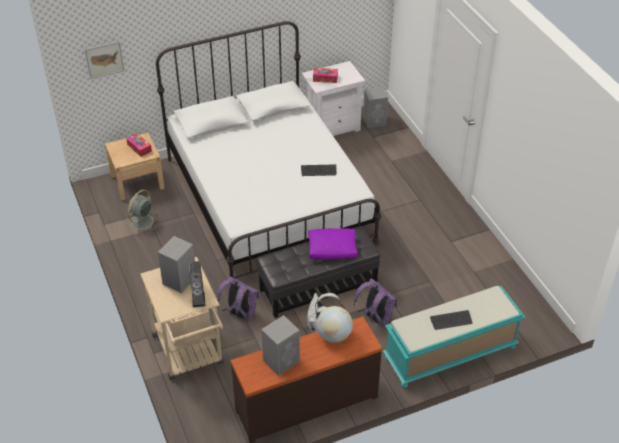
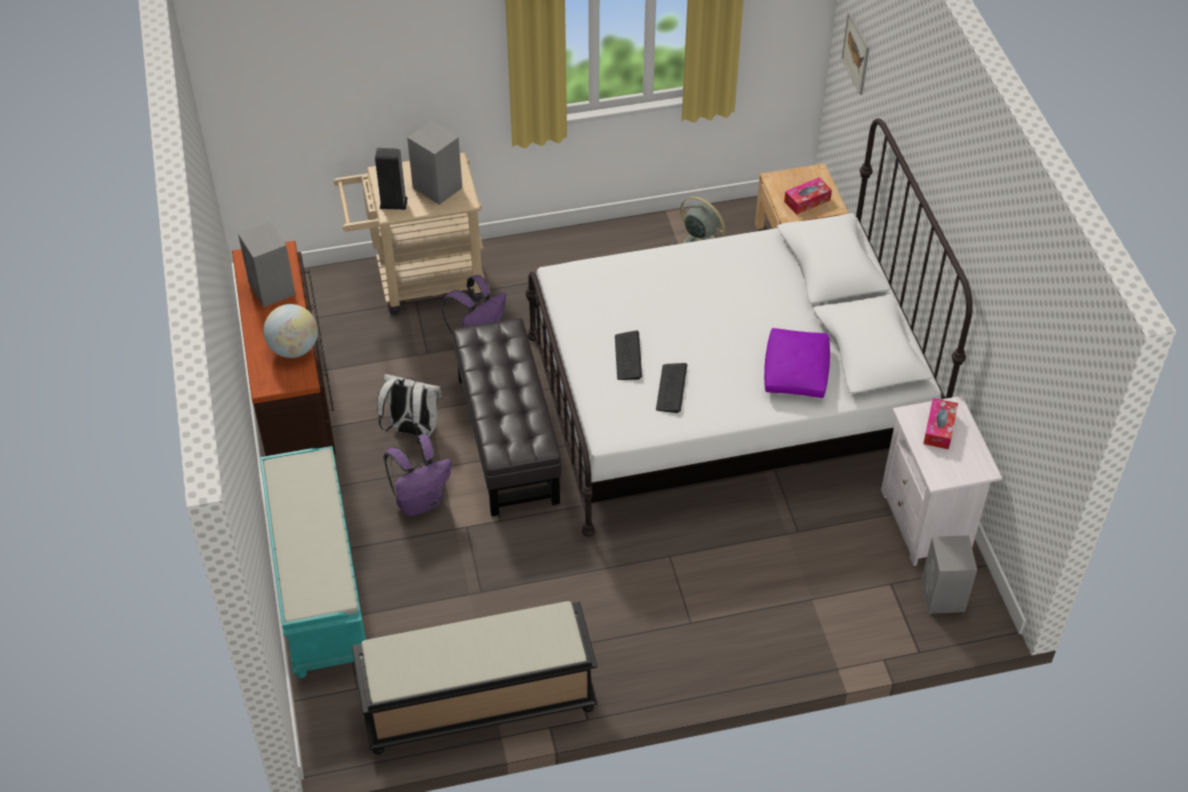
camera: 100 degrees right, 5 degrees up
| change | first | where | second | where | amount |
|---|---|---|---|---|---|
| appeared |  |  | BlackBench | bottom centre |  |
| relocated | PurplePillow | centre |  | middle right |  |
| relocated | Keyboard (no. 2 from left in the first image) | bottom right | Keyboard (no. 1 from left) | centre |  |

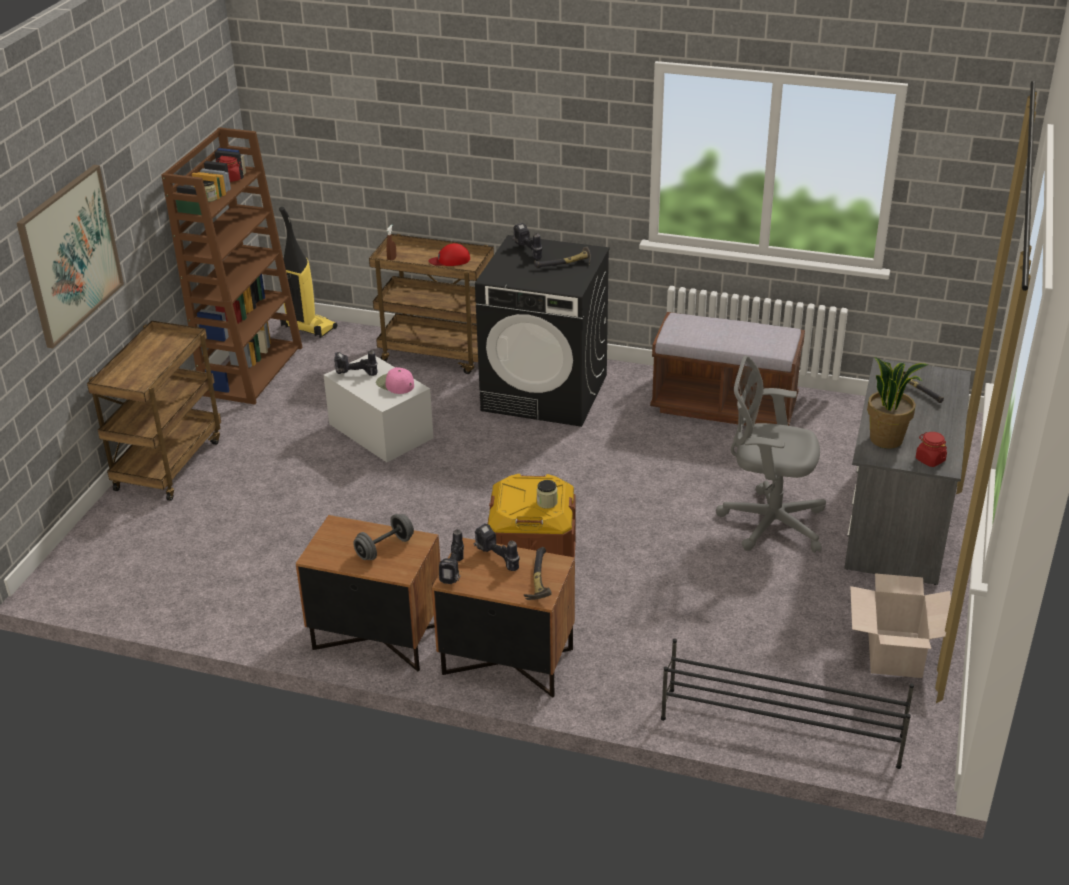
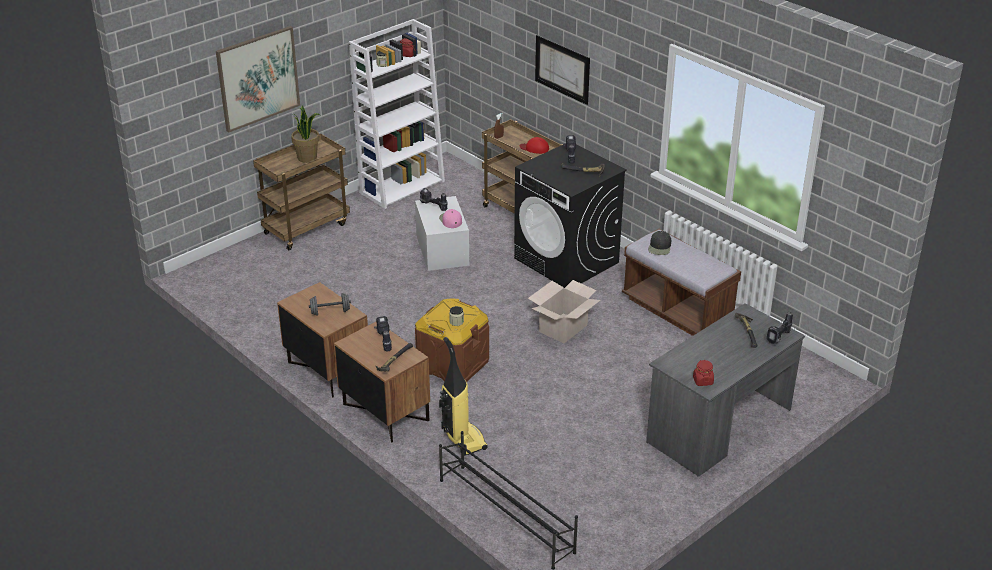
camera: 30 degrees right, 0 degrees up
| change | first | where | second | where | amount |
|---|---|---|---|---|---|
| missing | GreyOfficeChair | middle right |  |  |  |
| appeared |  |  | Picture (no. 2 from left) | top centre |  |
| appeared |  |  | BlackCap | centre |  |
| relocated | VacuumCleaner | top left |  | bottom centre |  |
| relocated | PowerDrill (no. 2 from left in the first image) | centre | PowerDrill (no. 4 from left) | middle right |  |
| relocated | CardboardBox | bottom right |  | centre |  |
| relocated | PottedPlant | middle right |  | top left |  |
| colour | BrownBookcase | top left | WhiteBookcase | top centre |  |

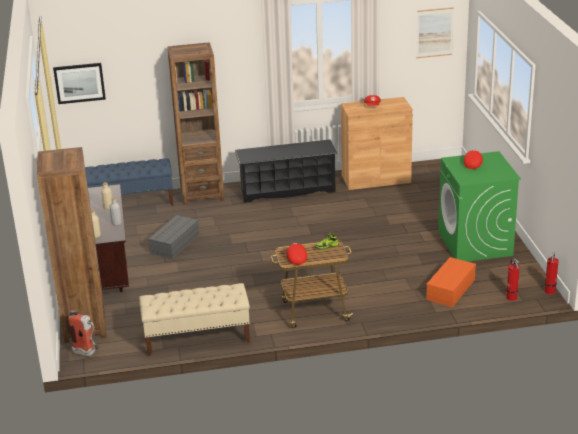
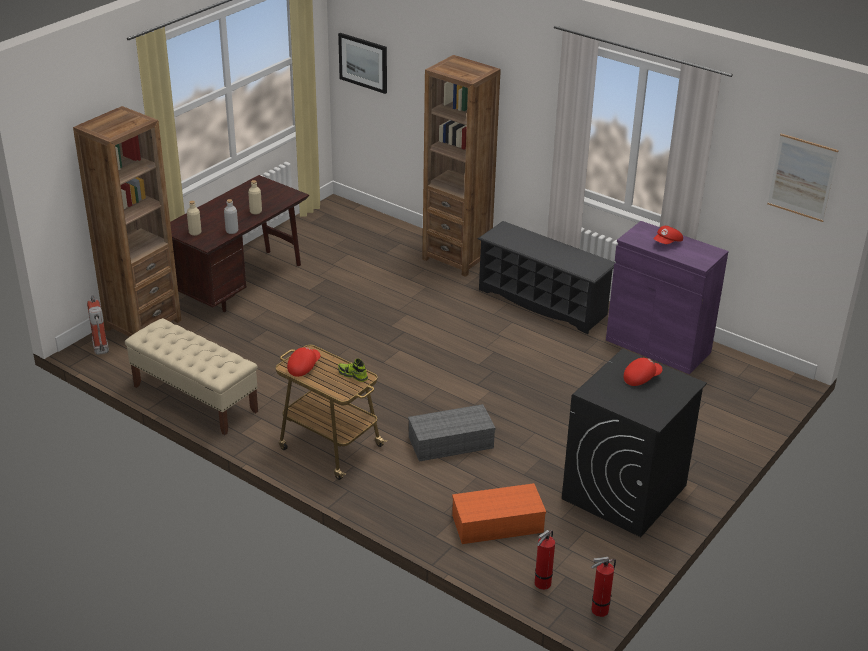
camera: 45 degrees right, 5 degrees up
| change | first | where | second | where | amount |
|---|---|---|---|---|---|
| missing | BlueBench | middle left |  |  |  |
| relocated | GreyStorageBox | middle left |  | centre |  |
| colour | BrownCabinet | top centre | PurpleCabinet | middle right |  |
| colour | GreenWashingMachine | middle right | BlackWashingMachine | bottom right |  |

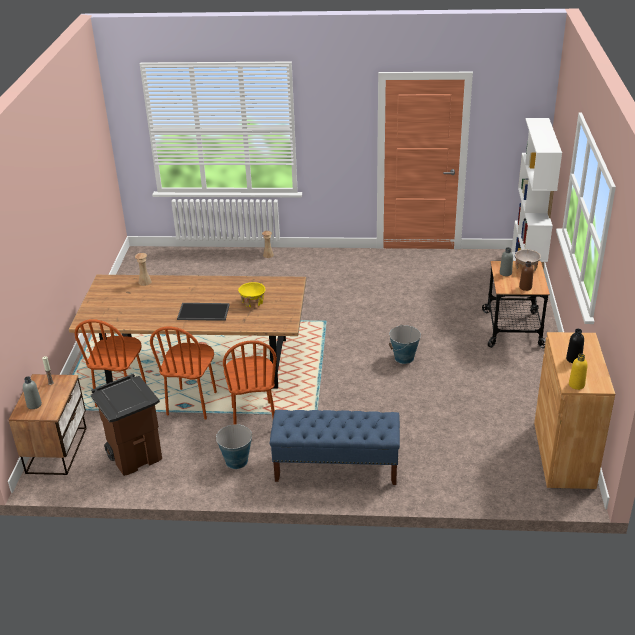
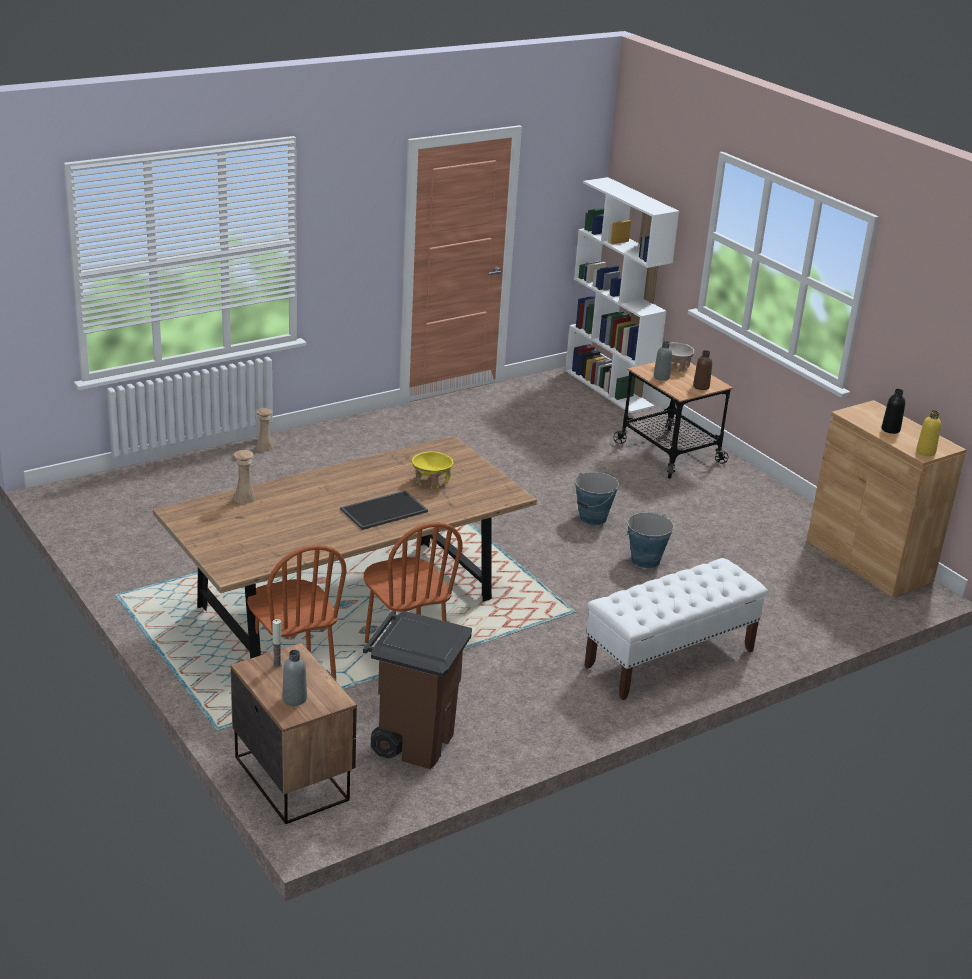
camera: 40 degrees left, 5 degrees down
| change | first | where | second | where | amount |
|---|---|---|---|---|---|
| missing | BrownChair (no. 3 from left) | centre |  |  |  |
| relocated | Bucket (no. 1 from left in the first image) | bottom centre | Bucket (no. 2 from left) | middle right |  |
| colour | BlueBench | bottom centre | WhiteBench | middle right |  |

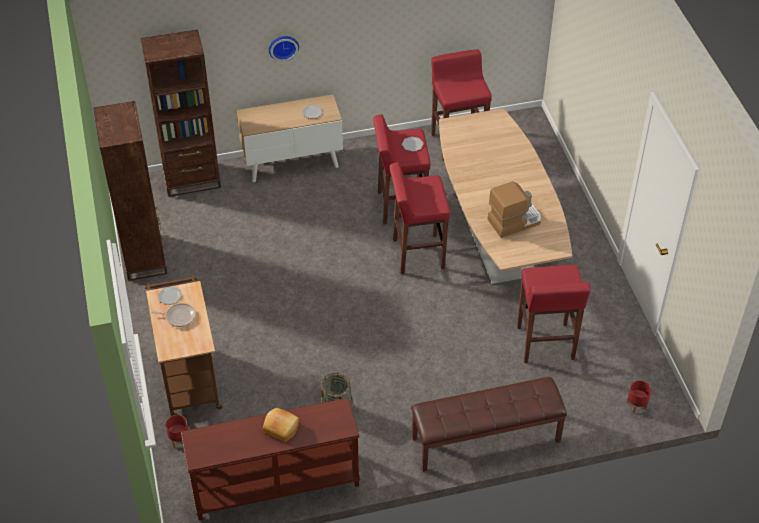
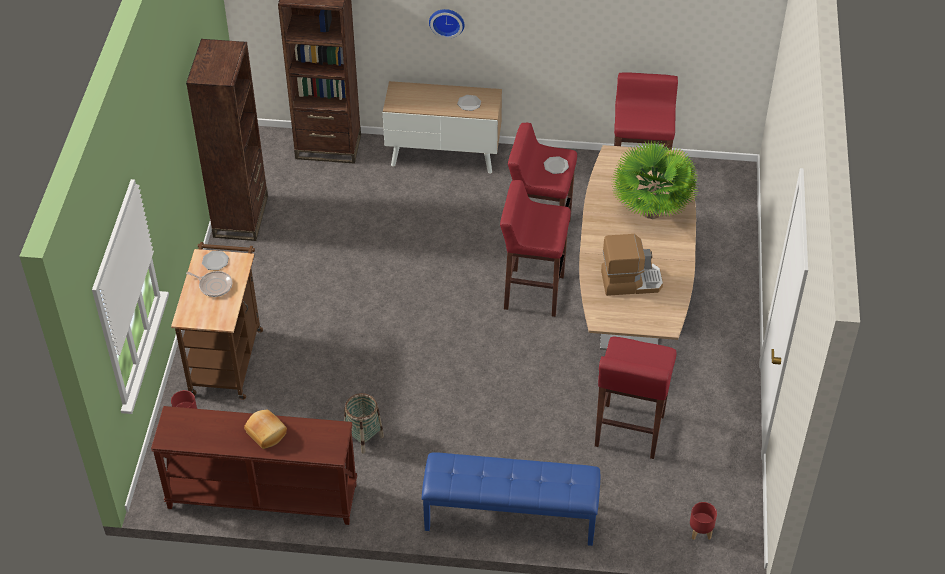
camera: 20 degrees right, 0 degrees up
| change | first | where | second | where | amount |
|---|---|---|---|---|---|
| appeared |  |  | PottedPlant | top right |  |
| colour | BrownBench | bottom centre | BlueBench | bottom centre |  |

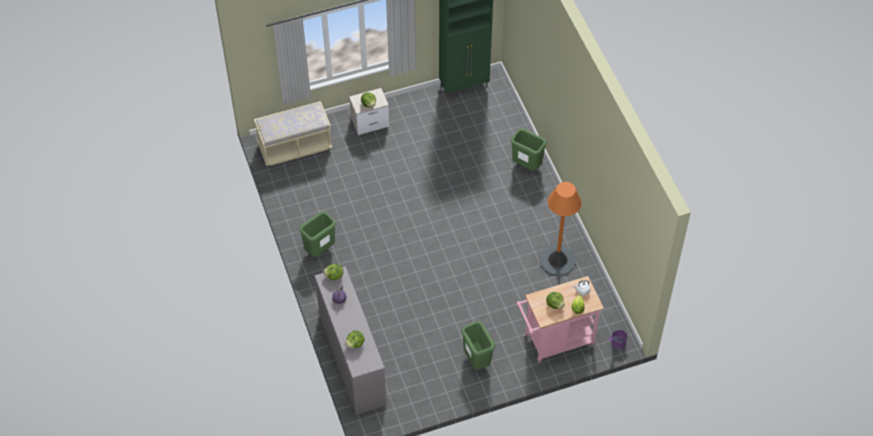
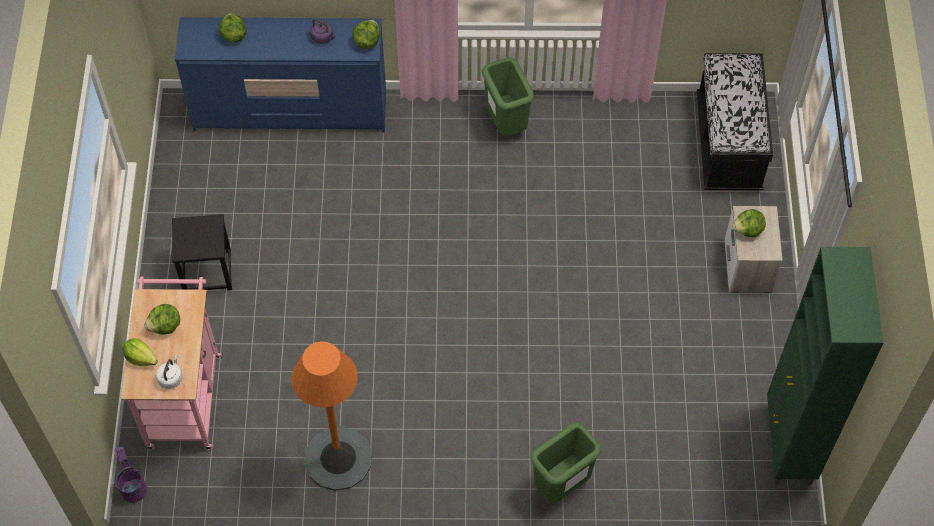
camera: 110 degrees right, 5 degrees up
| change | first | where | second | where | amount |
|---|---|---|---|---|---|
| exchanged | GreenTrashCan (no. 2 from left) | bottom centre | BlackStool | middle left |  |
| colour | BeigeBench | top centre | BlackBench | top right |  |
| colour | GreyDresser | bottom centre | BlueDresser | top left |  |

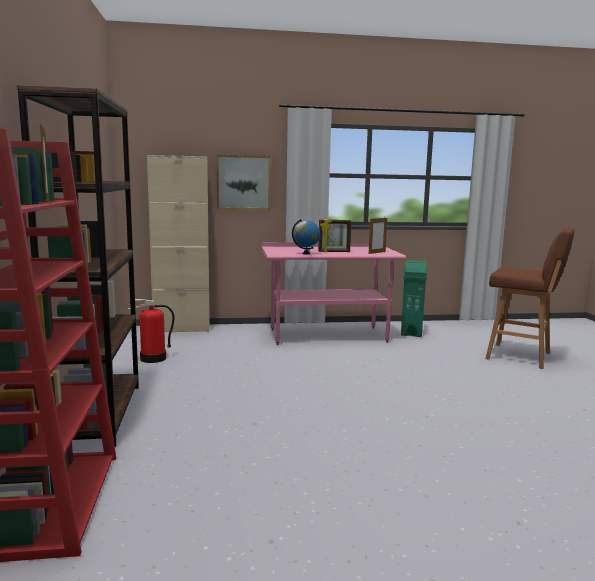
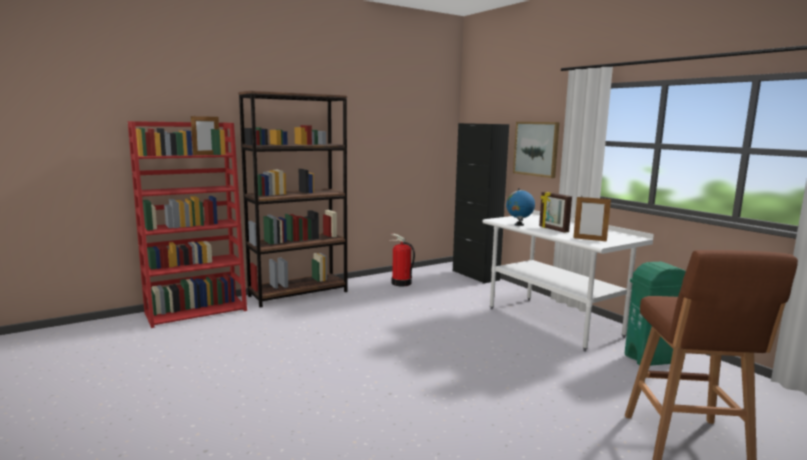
camera: 65 degrees right, 0 degrees up
| change | first | where | second | where | amount |
|---|---|---|---|---|---|
| colour | BeigeCabinet | middle left | BlackCabinet | centre |  |
| colour | PinkDesk | centre | WhiteDesk | middle right |  |

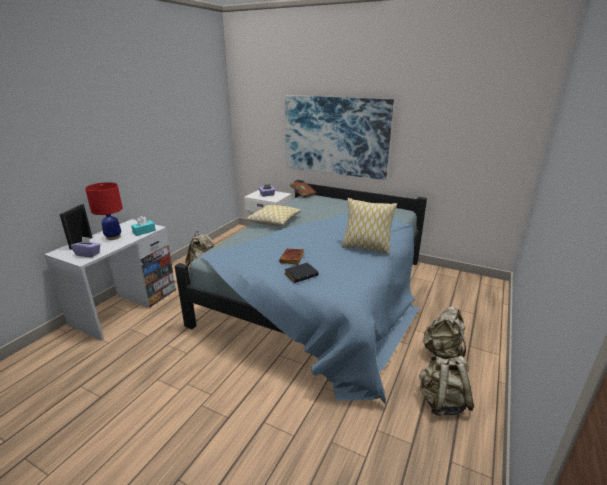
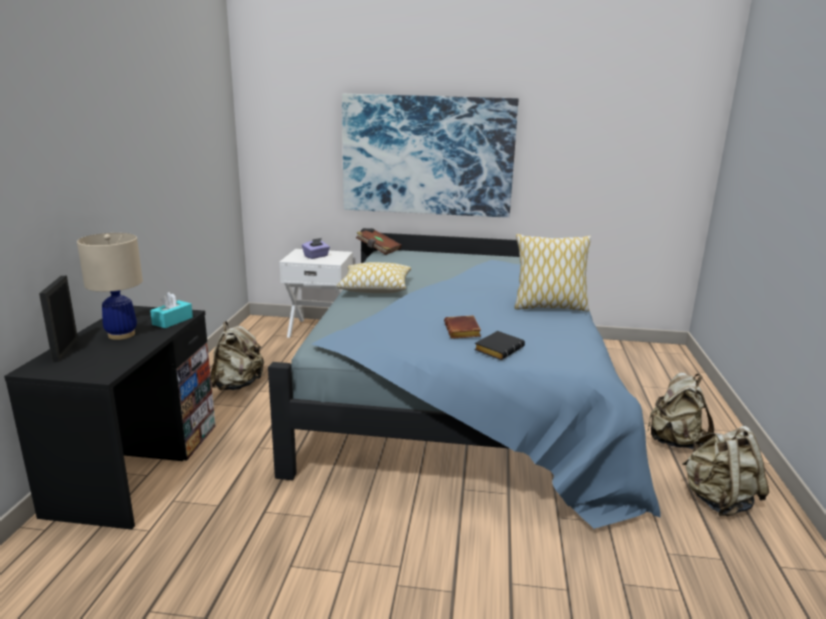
camera: 20 degrees left, 5 degrees down
| change | first | where | second | where | amount |
|---|---|---|---|---|---|
| missing | PurpleTissueBox (no. 1 from left) | middle left |  |  |  |
| colour | WhiteDesk | middle left | BlackDesk | bottom left |  |
| colour | RedTableLamp | middle left | BeigeTableLamp | middle left |  |

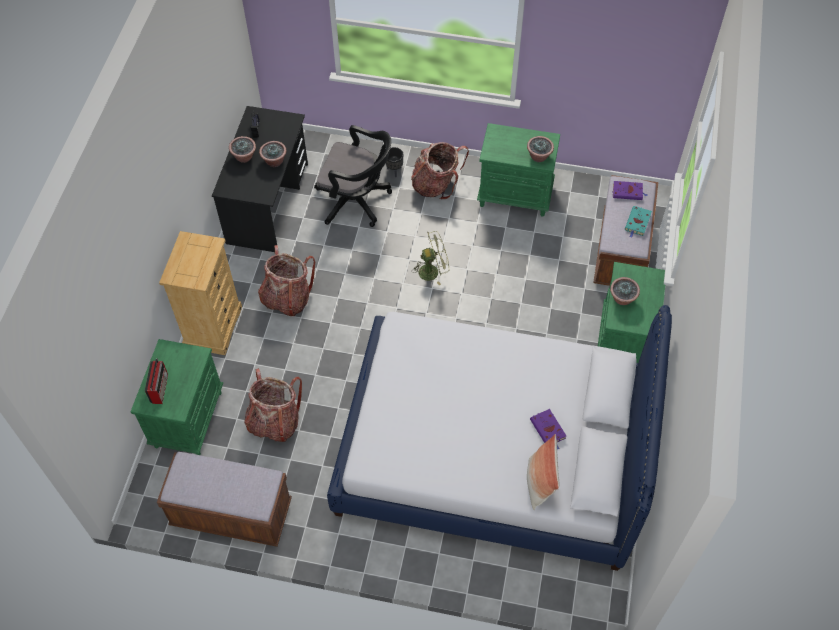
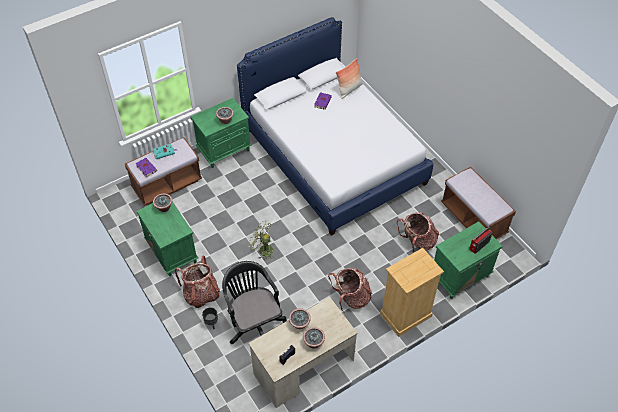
camera: 135 degrees left, 5 degrees down
| change | first | where | second | where | amount |
|---|---|---|---|---|---|
| colour | BlackDesk | top left | BeigeDesk | bottom centre |  |

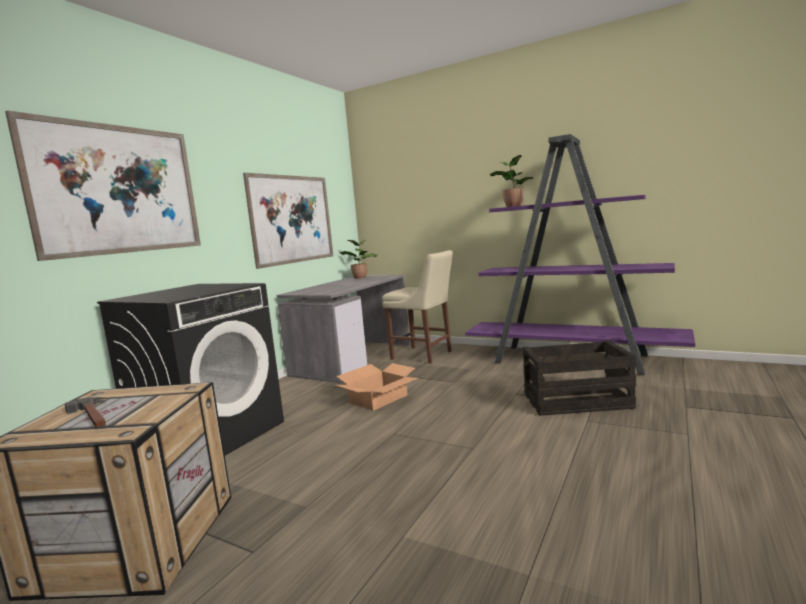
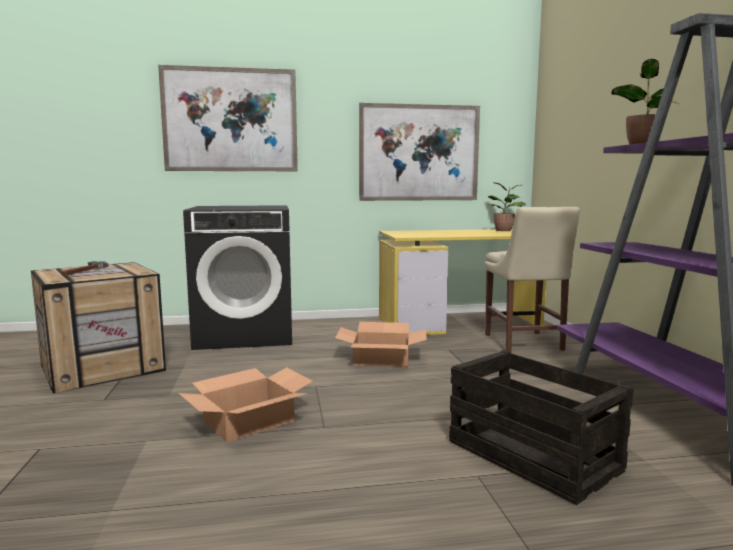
camera: 50 degrees right, 0 degrees up
| change | first | where | second | where | amount |
|---|---|---|---|---|---|
| appeared |  |  | CardboardBox (no. 1 from left) | bottom centre |  |
| colour | GreyDesk | centre | YellowDesk | centre |  |

